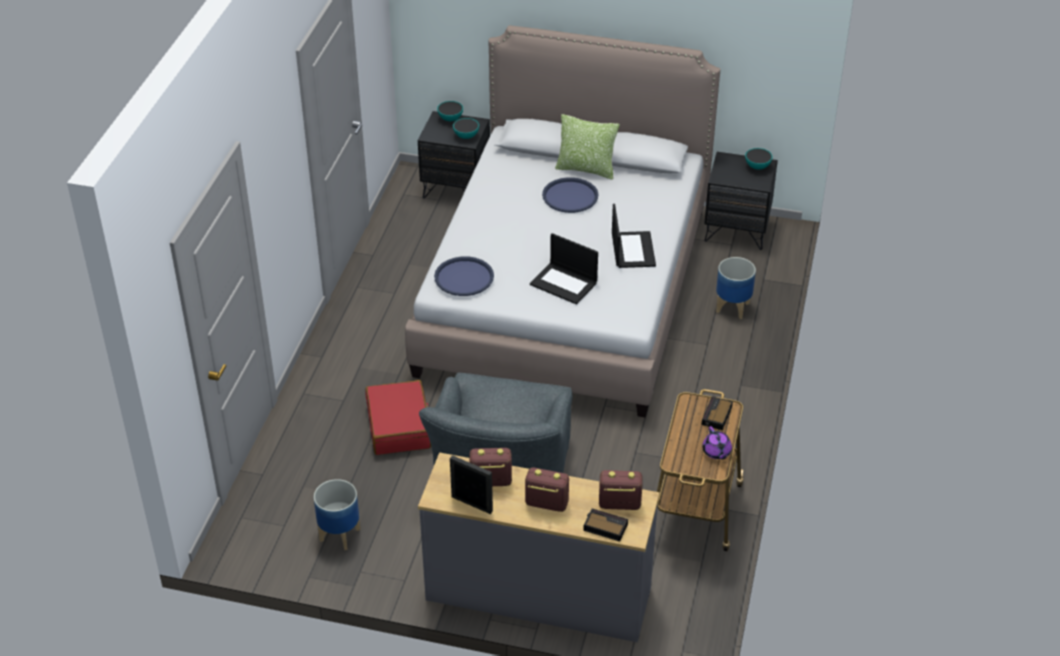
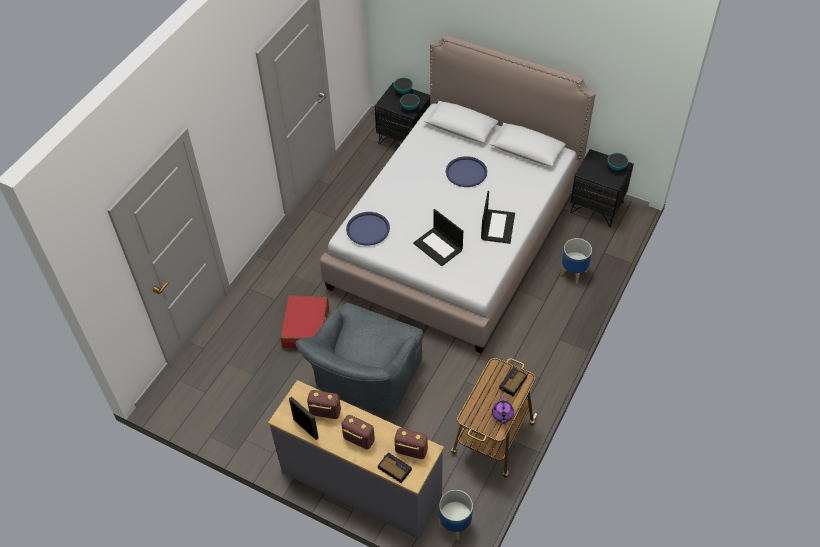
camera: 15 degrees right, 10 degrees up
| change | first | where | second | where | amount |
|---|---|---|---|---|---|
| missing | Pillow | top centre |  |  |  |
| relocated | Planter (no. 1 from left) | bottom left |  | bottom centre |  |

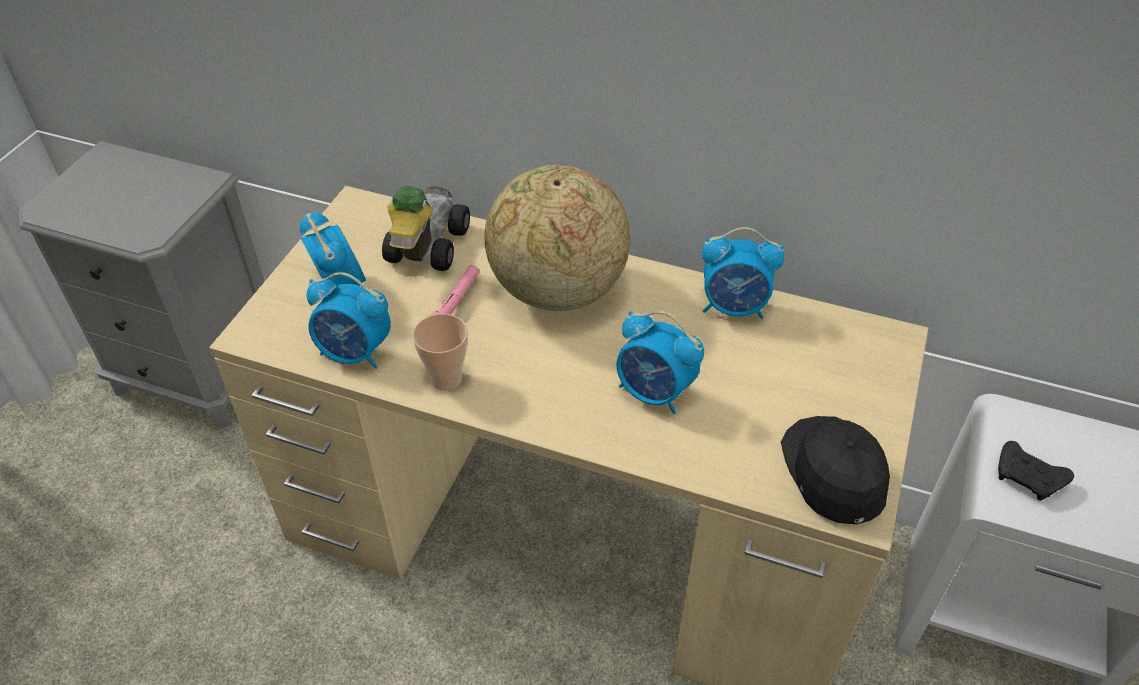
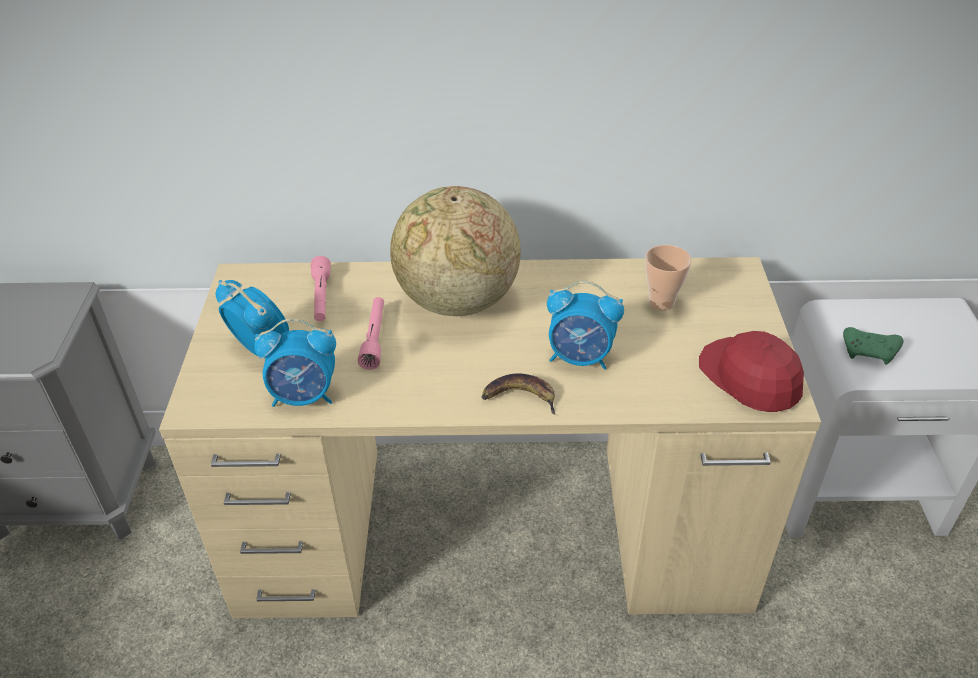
camera: 20 degrees left, 5 degrees down
| change | first | where | second | where | amount |
|---|---|---|---|---|---|
| missing | AlarmClock (no. 4 from left) | centre |  |  |  |
| appeared |  |  | Banana | centre |  |
| relocated | Cup | centre |  | middle right |  |
| exchanged | ToyCar | top centre | PinkFlashlight (no. 1 from left) | middle left |  |
| colour | BlackCap | bottom right | RedCap | middle right |  |
| colour | BlackGameController | bottom right | GreenGameController | middle right |  |

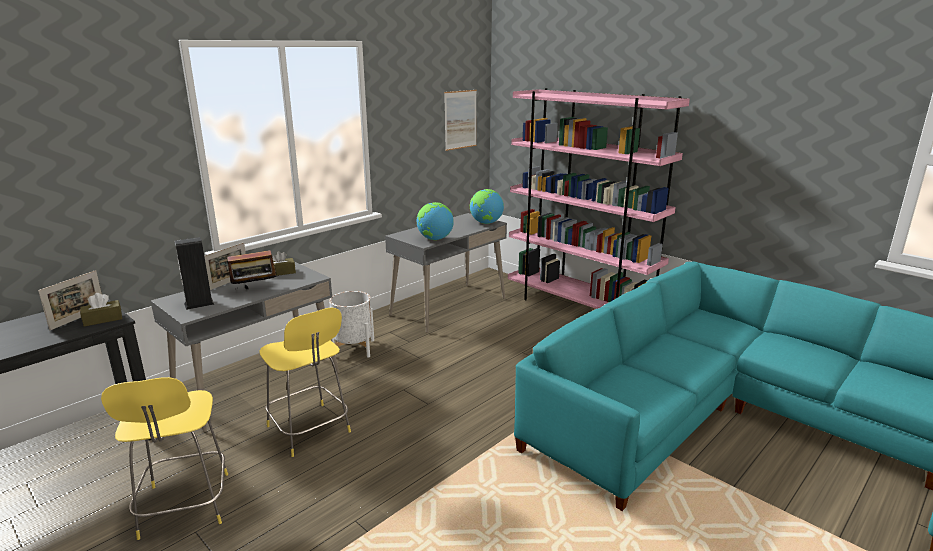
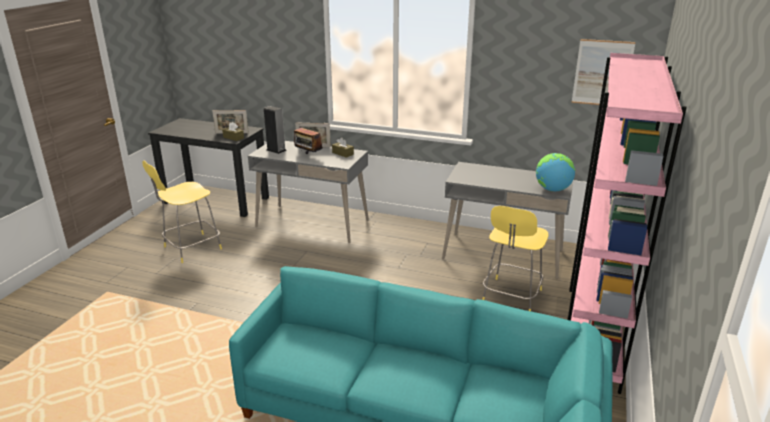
camera: 65 degrees right, 5 degrees up
| change | first | where | second | where | amount |
|---|---|---|---|---|---|
| missing | WhitePlanter | centre |  |  |  |
| missing | Globe (no. 1 from left) | centre |  |  |  |
| relocated | YellowStool (no. 2 from left) | bottom left |  | middle right |  |

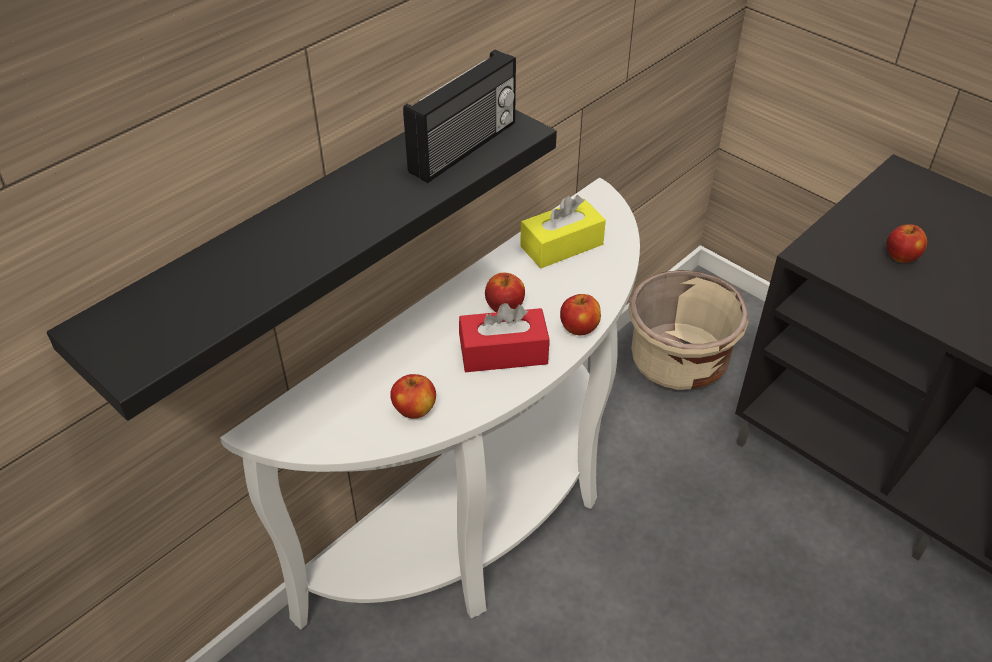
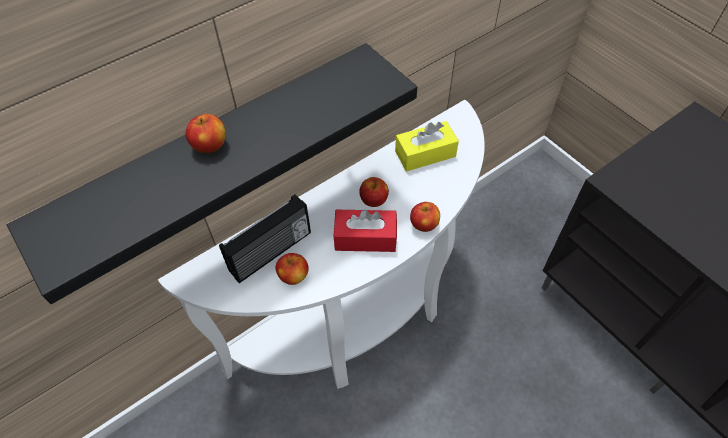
camera: 10 degrees right, 10 degrees up
| change | first | where | second | where | amount |
|---|---|---|---|---|---|
| missing | BeigePlanter | middle right |  |  |  |
| relocated | Radio | top centre |  | centre |  |
| relocated | Apple (no. 4 from left in the first image) | middle right | Apple (no. 1 from left) | top left |  |

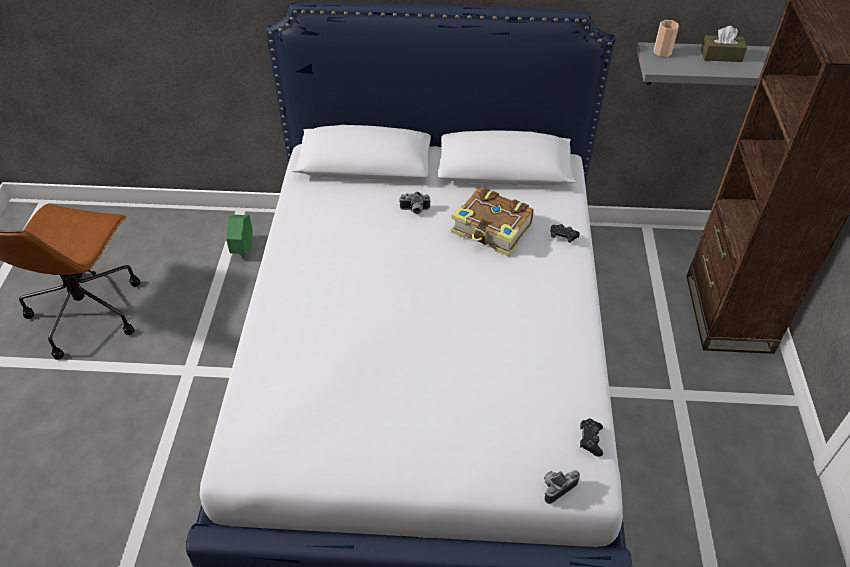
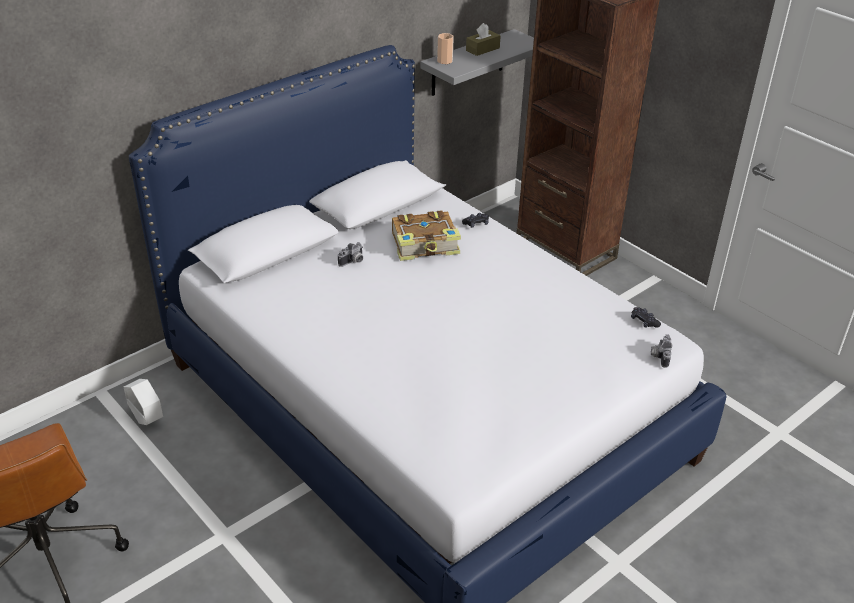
camera: 45 degrees left, 10 degrees down
| change | first | where | second | where | amount |
|---|---|---|---|---|---|
| colour | GreenPlanter | middle left | WhitePlanter | bottom left |  |

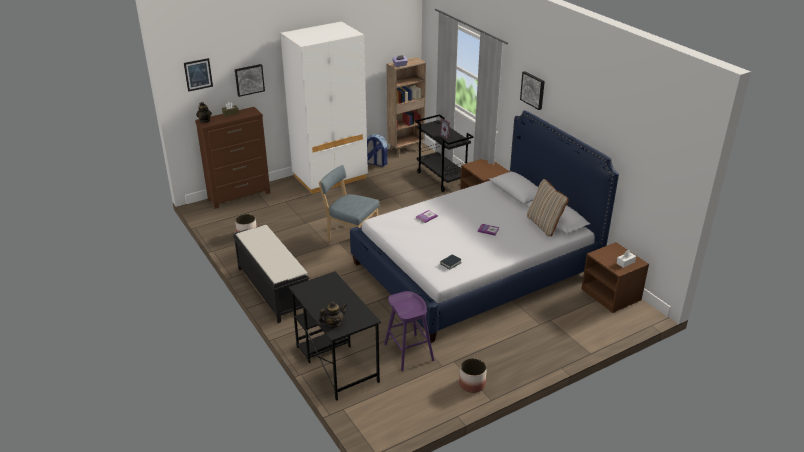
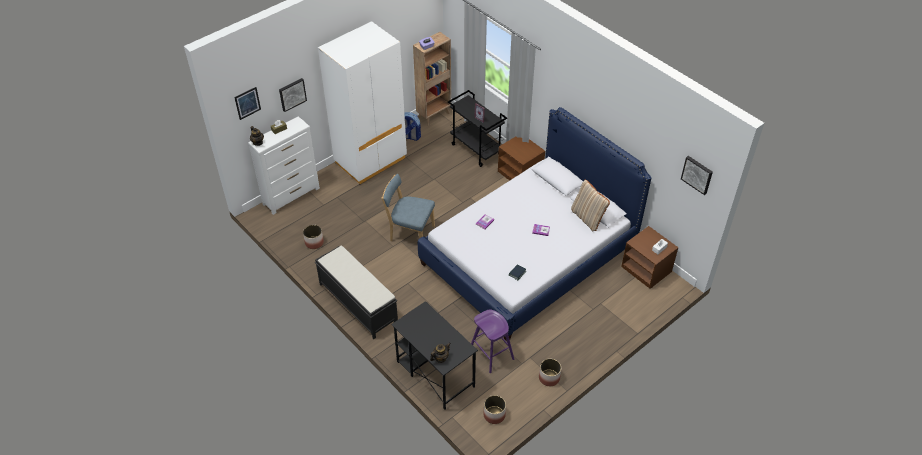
camera: 10 degrees left, 15 degrees up
| change | first | where | second | where | amount |
|---|---|---|---|---|---|
| appeared |  |  | Planter (no. 2 from left) | bottom centre |  |
| relocated | Picture (no. 3 from left) | top centre |  | middle right |  |
| colour | BrownDresser | middle left | WhiteDresser | middle left |  |

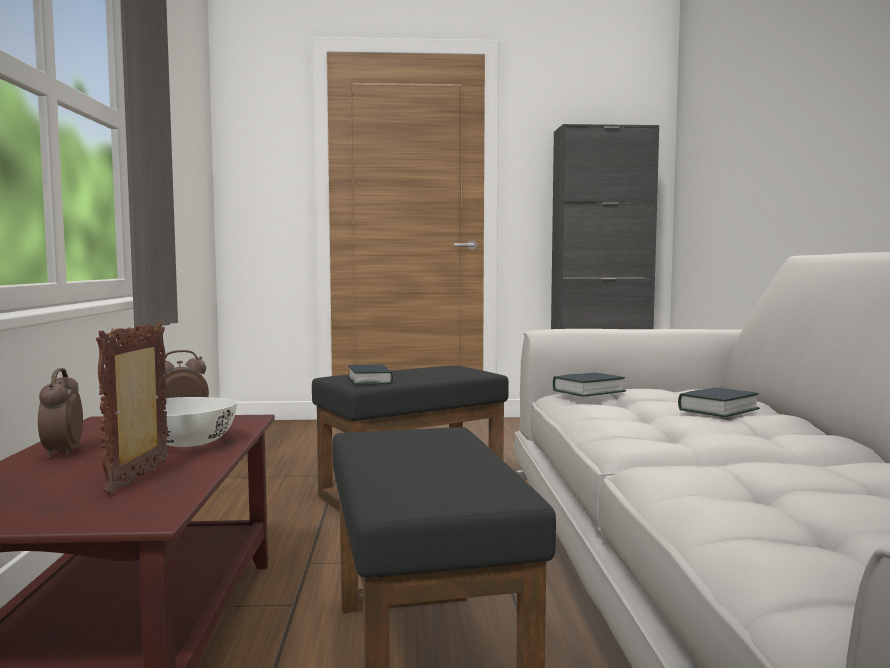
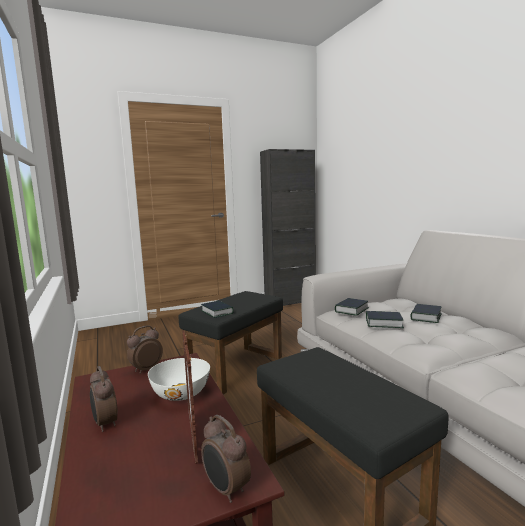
camera: 20 degrees left, 5 degrees up
| change | first | where | second | where | amount |
|---|---|---|---|---|---|
| appeared |  |  | AlarmClock (no. 3 from left) | bottom centre |  |
| appeared |  |  | Book (no. 3 from left) | middle right |  |

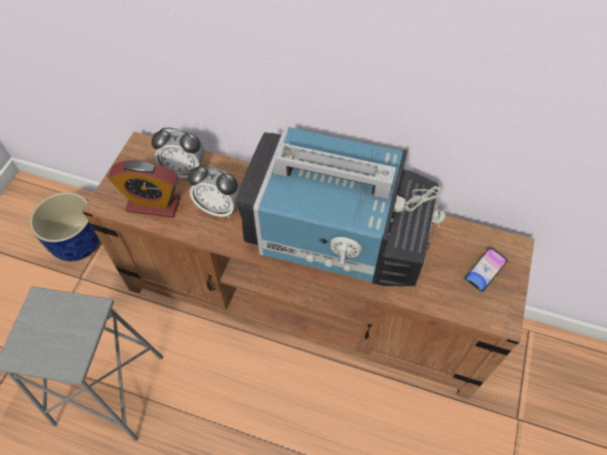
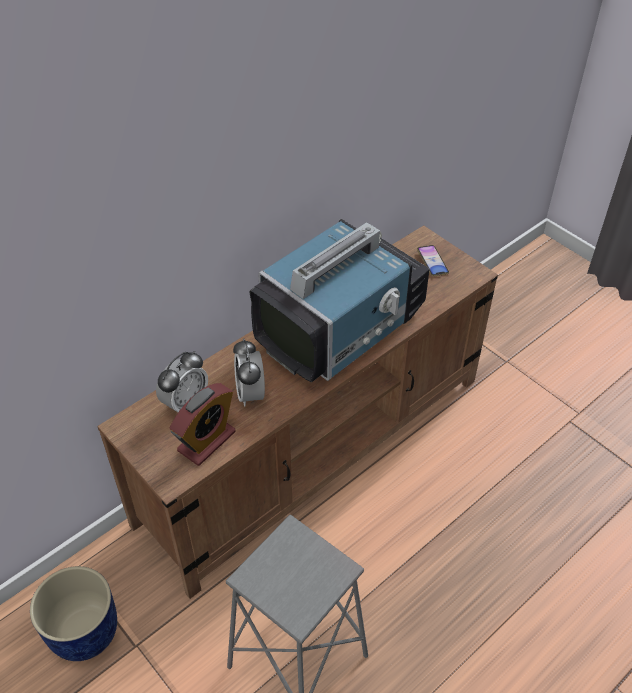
camera: 60 degrees left, 10 degrees down
| change | first | where | second | where | amount |
|---|---|---|---|---|---|
| spun | AlarmClock (no. 3 from left) | centre |  | centre | 120 degrees clockwise |

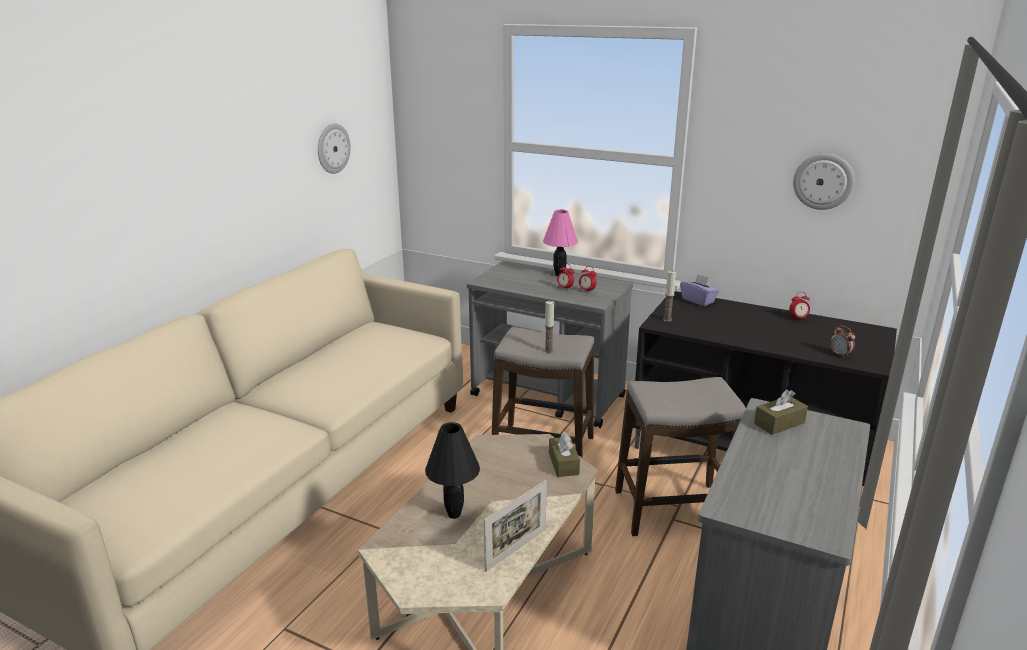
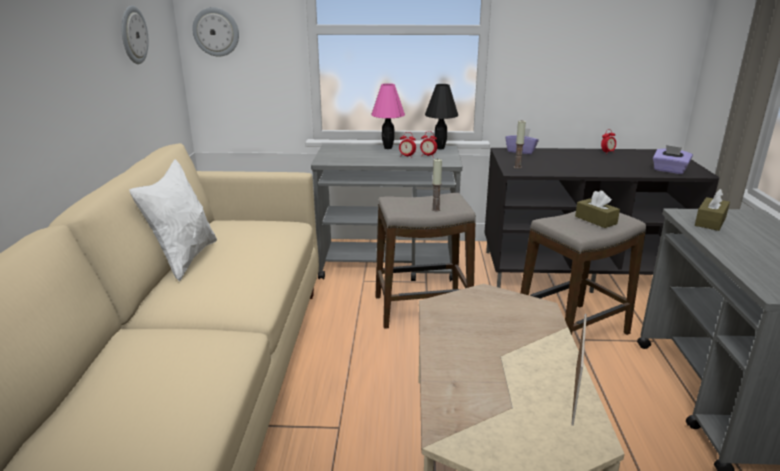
camera: 25 degrees left, 0 degrees up
| change | first | where | second | where | amount |
|---|---|---|---|---|---|
| appeared |  |  | WhitePillow | middle left |  |
| relocated | BlackTableLamp | bottom centre |  | top centre |  |
| relocated | BrownTissueBox (no. 1 from left) | bottom centre |  | middle right |  |
| relocated | WallClock (no. 2 from left) | top right |  | top left |  |
| exchanged | AlarmClock (no. 4 from left) | middle right | PurpleTissueBox (no. 2 from left) | middle right |  |

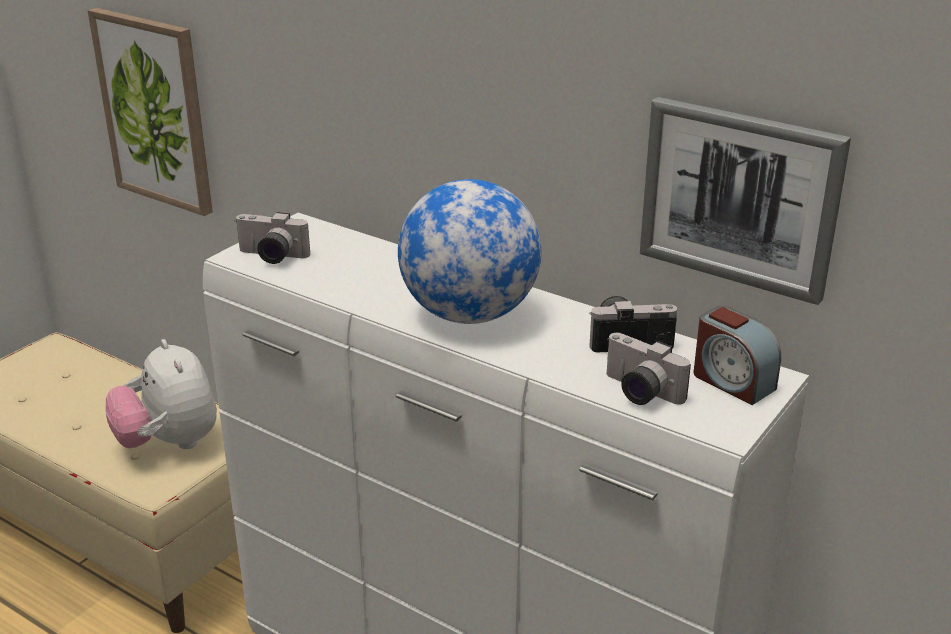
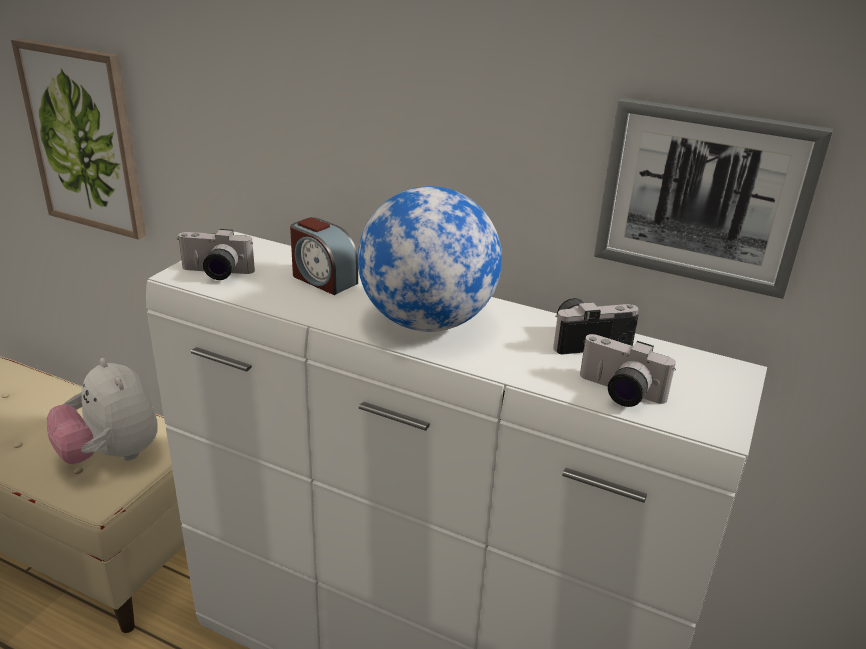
camera: 10 degrees left, 0 degrees up
| change | first | where | second | where | amount |
|---|---|---|---|---|---|
| relocated | AlarmClock | middle right |  | centre |  |

